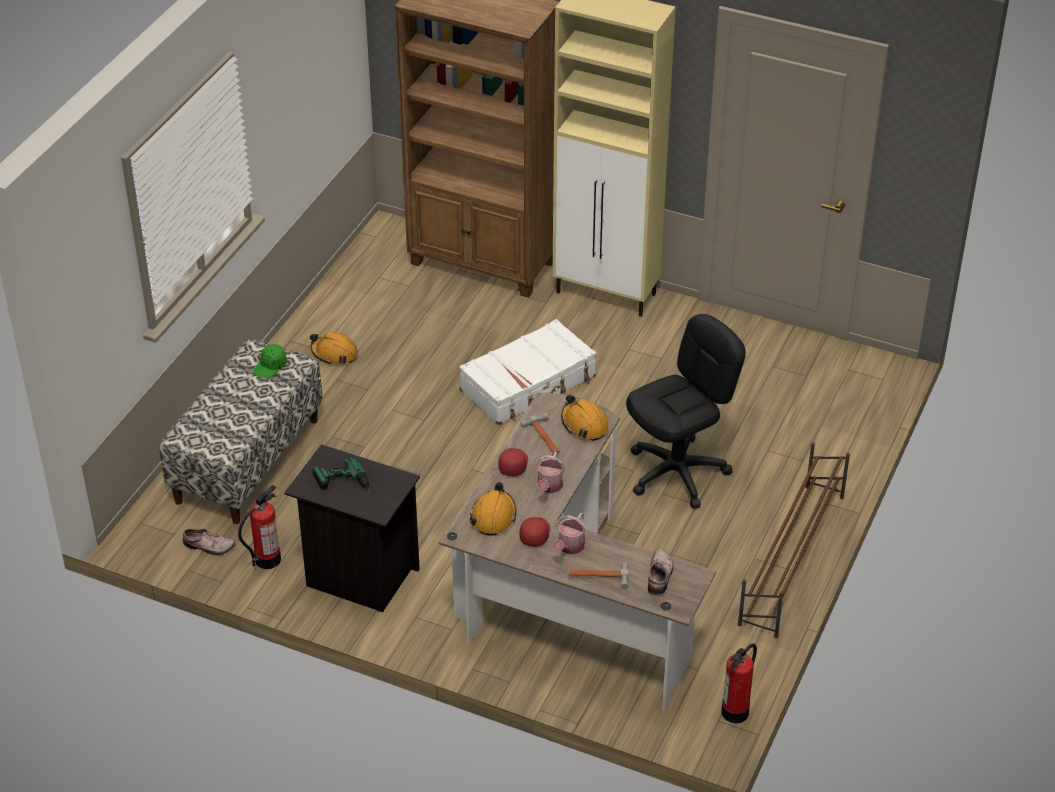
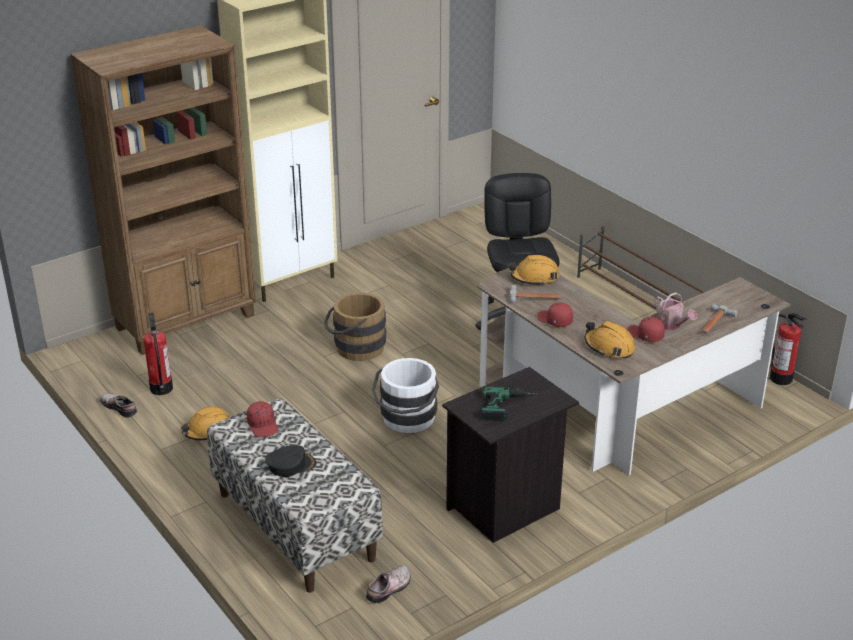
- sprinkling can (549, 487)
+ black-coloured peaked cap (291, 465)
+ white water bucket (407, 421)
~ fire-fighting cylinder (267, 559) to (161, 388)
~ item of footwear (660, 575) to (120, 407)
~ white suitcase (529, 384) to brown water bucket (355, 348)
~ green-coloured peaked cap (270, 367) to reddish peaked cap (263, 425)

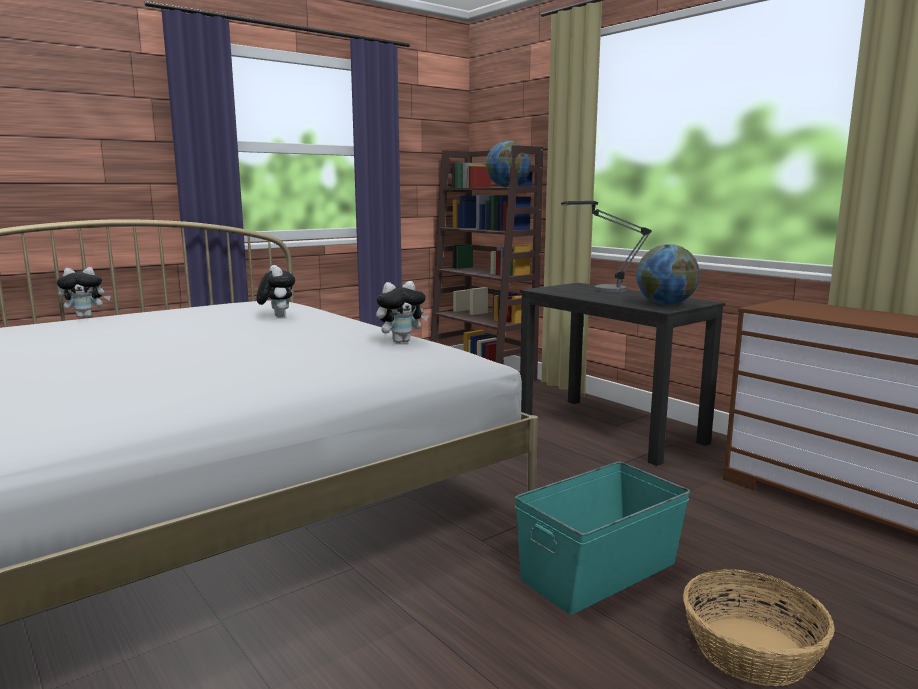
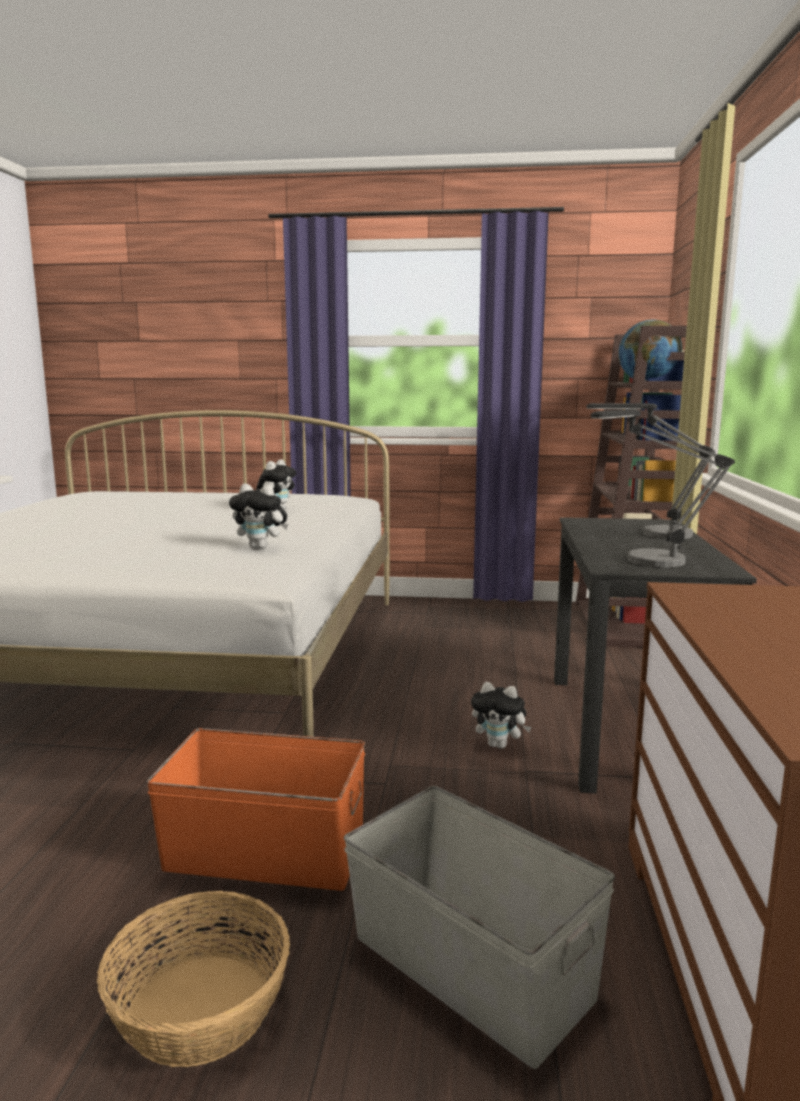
+ grey storage bin (471, 968)
~ plush toy (86, 317) to (499, 745)
~ world globe (665, 304) to table lamp (645, 563)
~ turquoise storage bin (600, 571) to orange storage bin (266, 854)

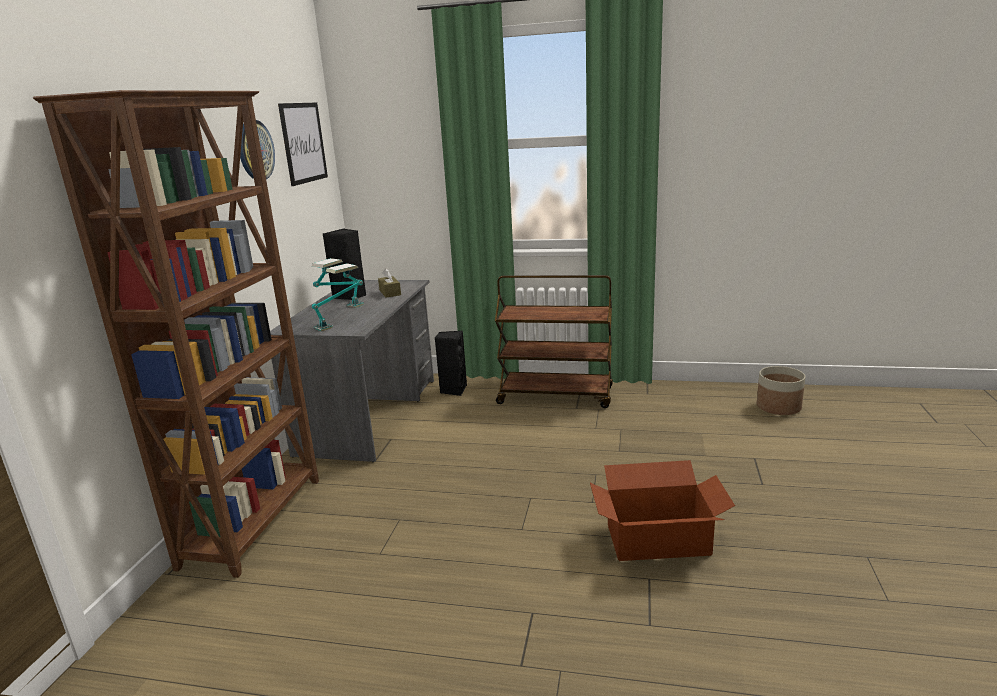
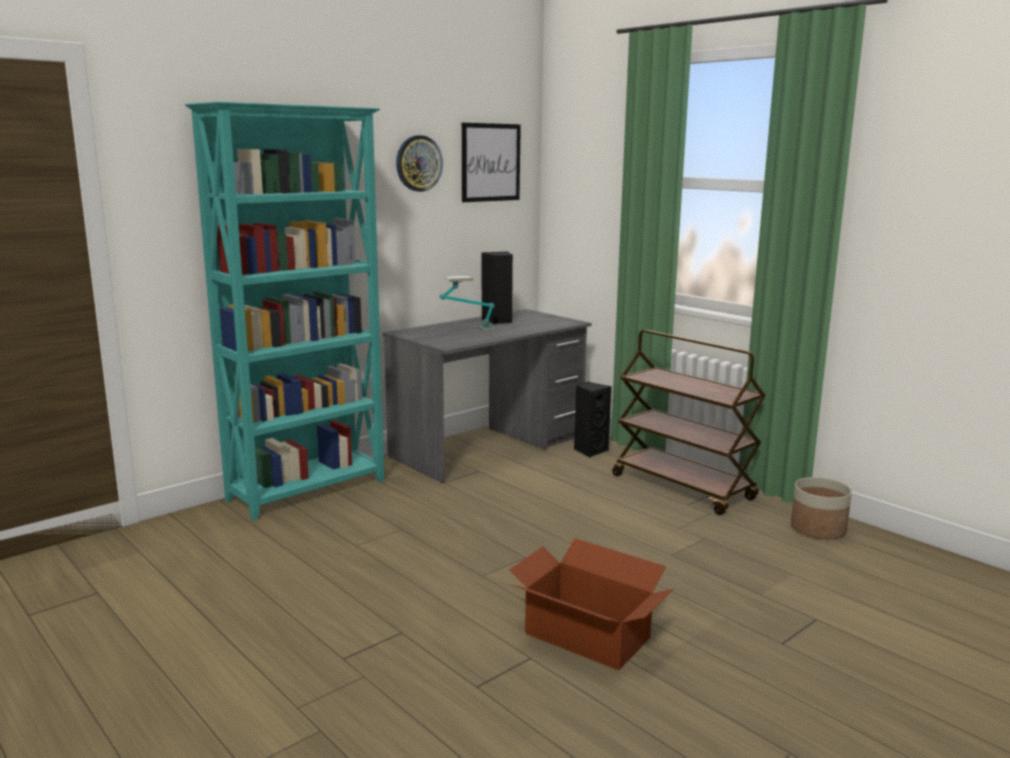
- table lamp (341, 323)
- brown tissue holder (390, 293)
~ flower pot (778, 407) to (818, 529)
~ brown bookcase (256, 521) to turquoise bookcase (309, 490)

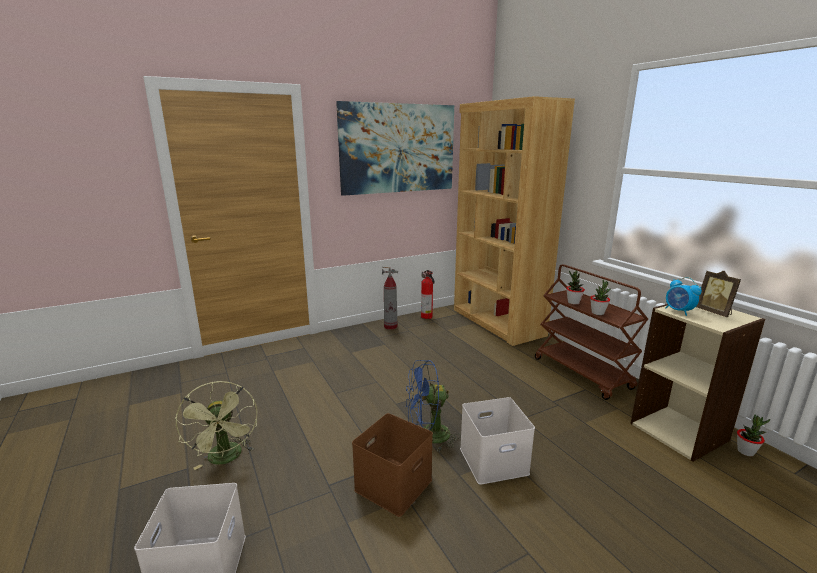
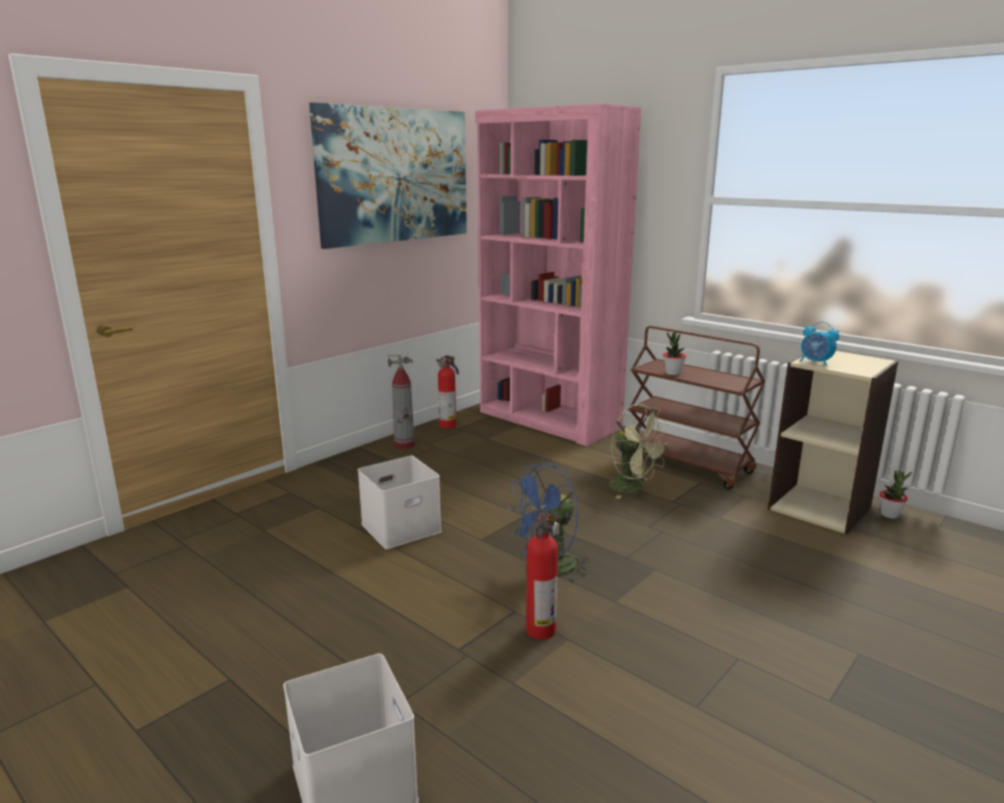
- potted plant (597, 313)
- picture frame (714, 312)
~ green-coloured electric fan (226, 458) to (633, 488)
~ white storage bin (494, 460) to (401, 527)
~ brown storage bin (393, 483) to fire-fighting cylinder (541, 628)
~ brown bookcase (497, 322) to pinkish bookcase (548, 420)

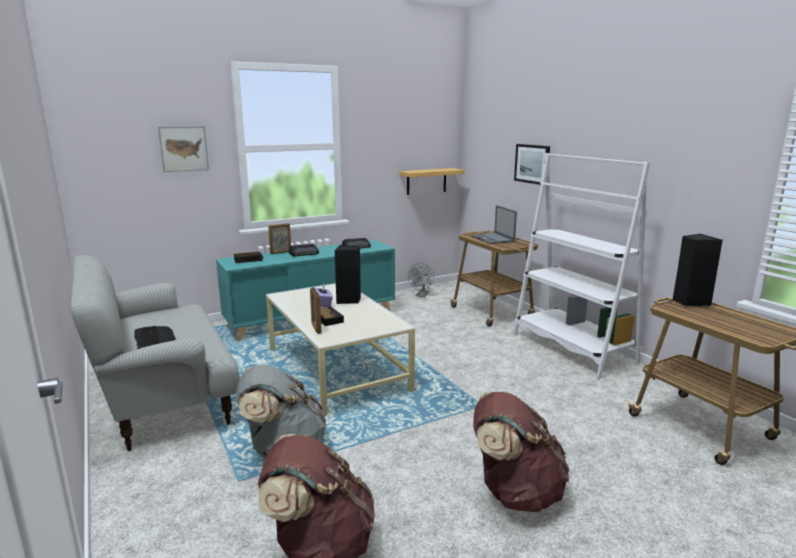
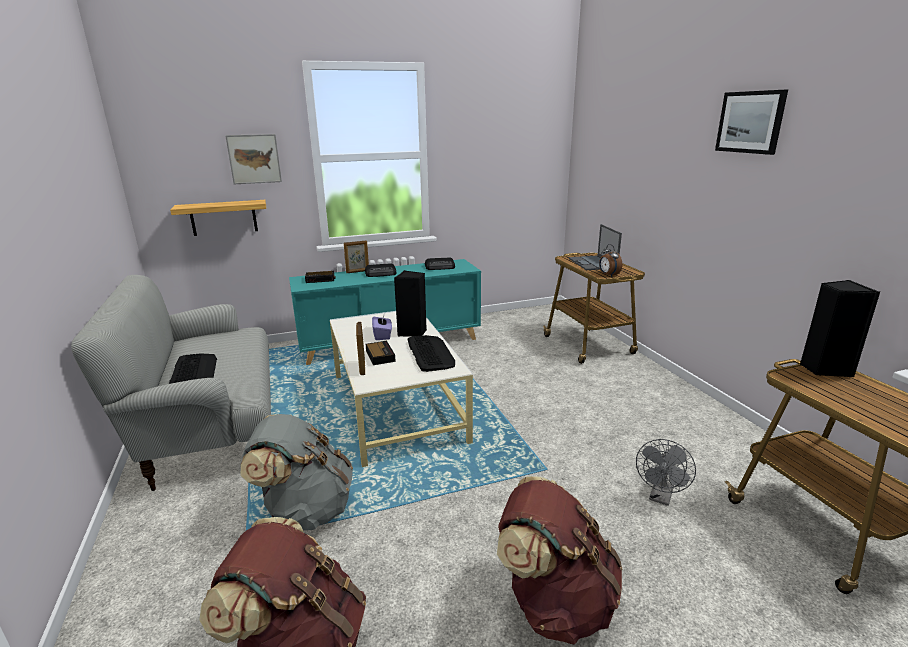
- white bookcase (572, 348)
+ keyboard (430, 353)
+ alarm clock (608, 275)
~ shelf (426, 181) to (223, 217)
~ grey electric fan (421, 295) to (660, 497)
~ picture (532, 164) to (750, 122)

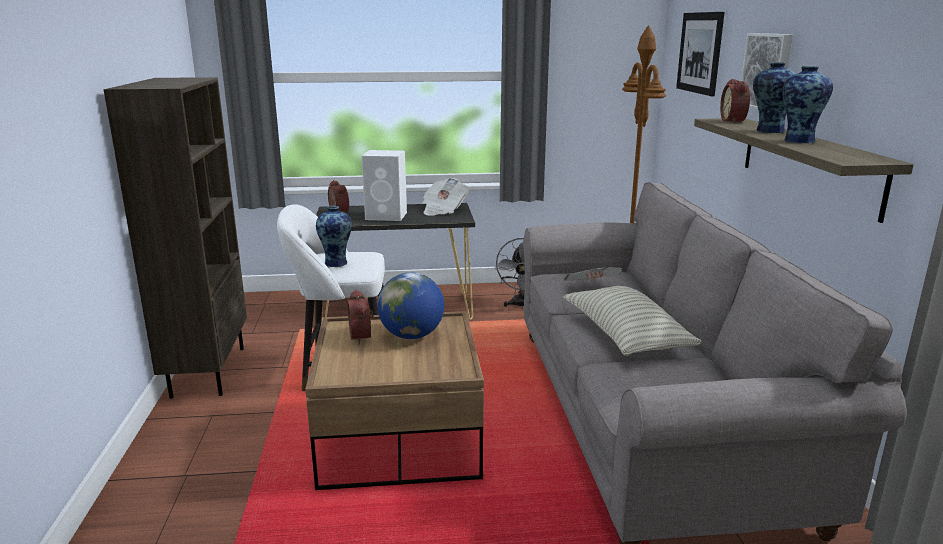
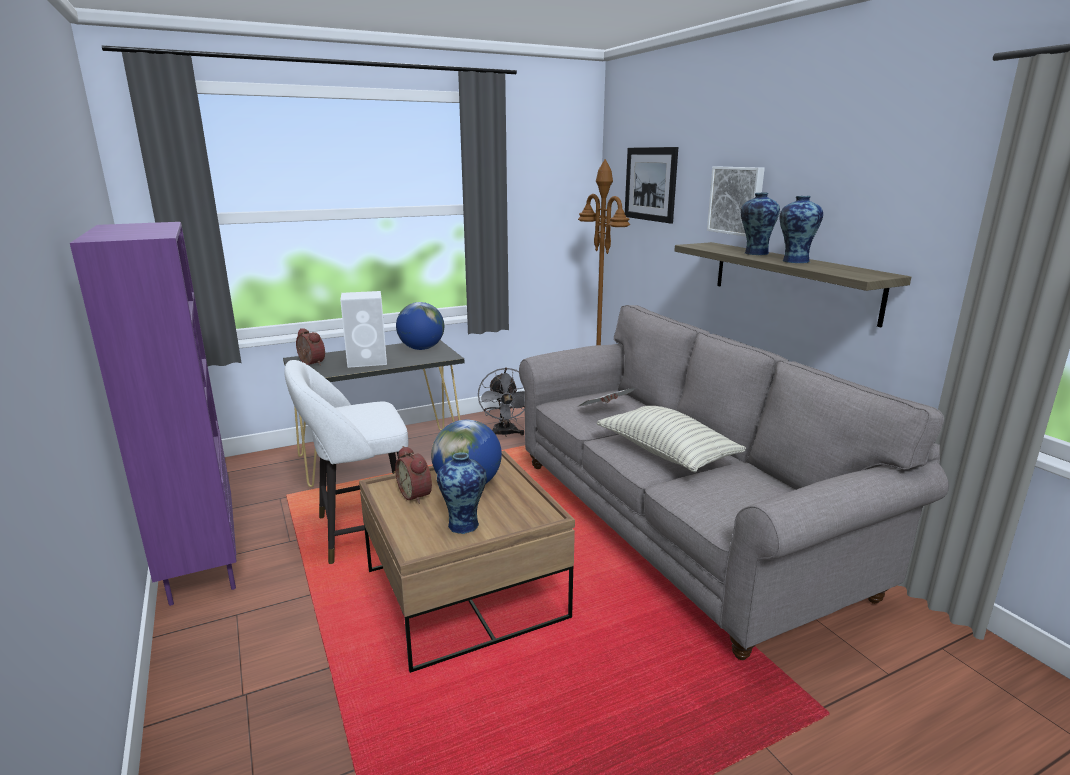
- alarm clock (734, 121)
~ decorative vase (337, 263) to (464, 524)
~ newspaper (443, 210) to world globe (421, 348)
~ brown bookcase (207, 371) to purple-coloured bookcase (200, 563)

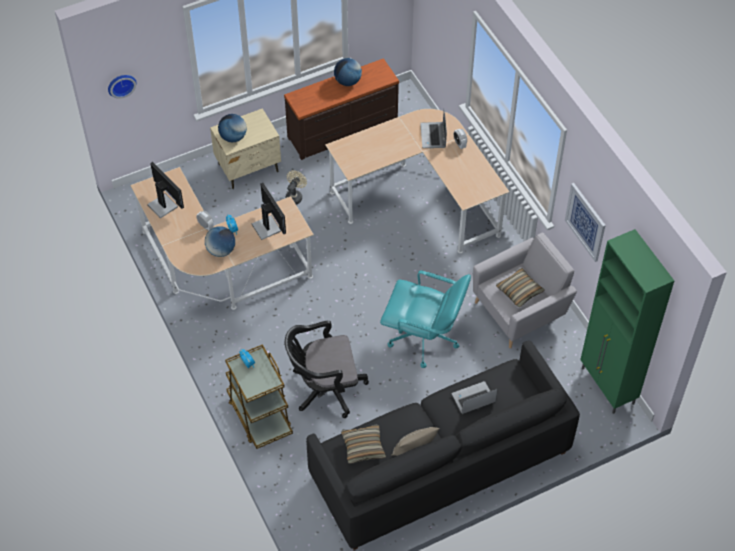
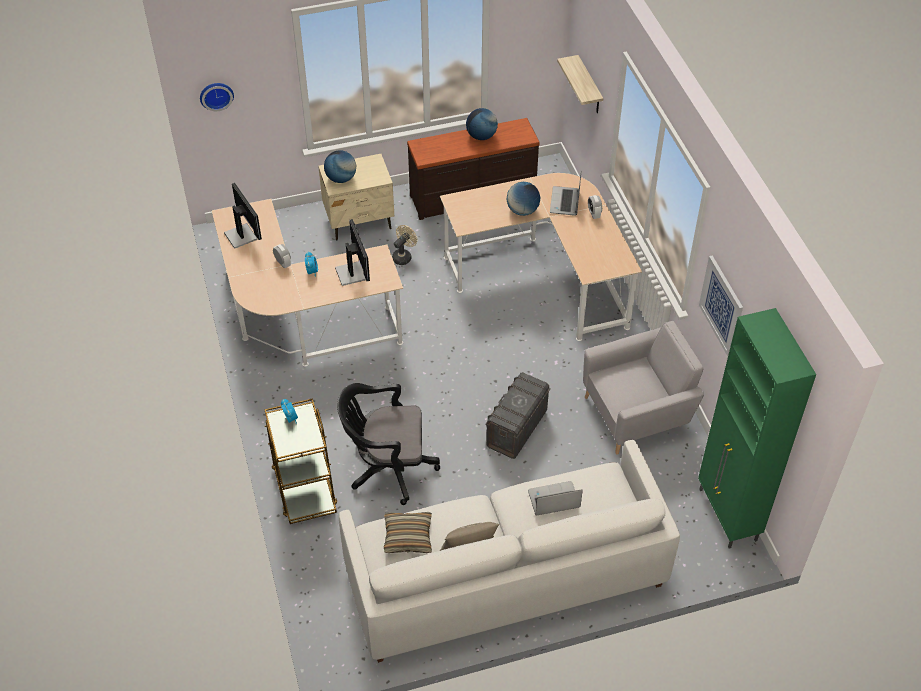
- pillow (519, 291)
+ shelf (589, 86)
~ world globe (221, 250) to (522, 211)
~ turquoise office chair (424, 338) to grey storage bin (516, 429)
~ black-coloured settee (439, 464) to white settee (504, 576)

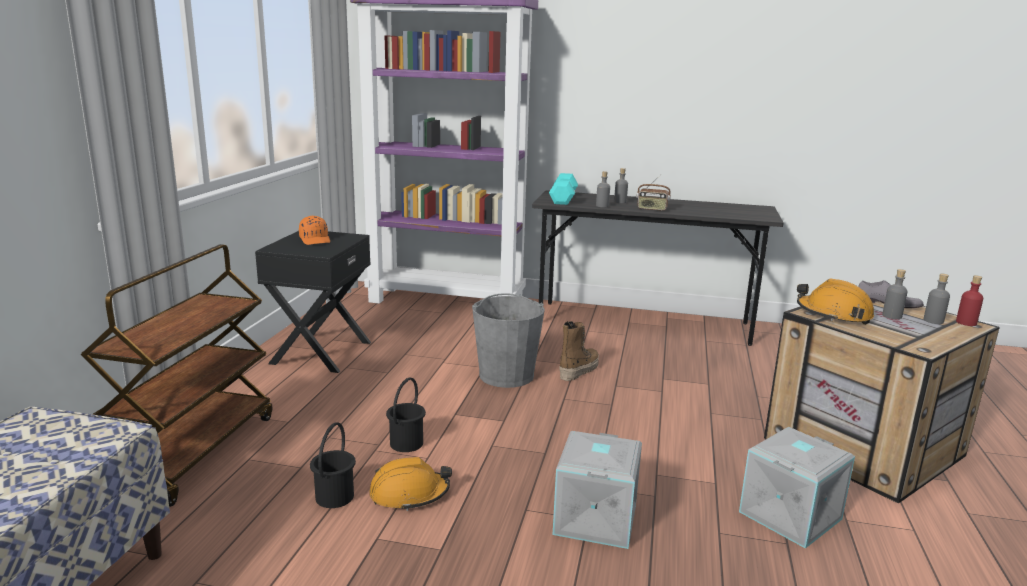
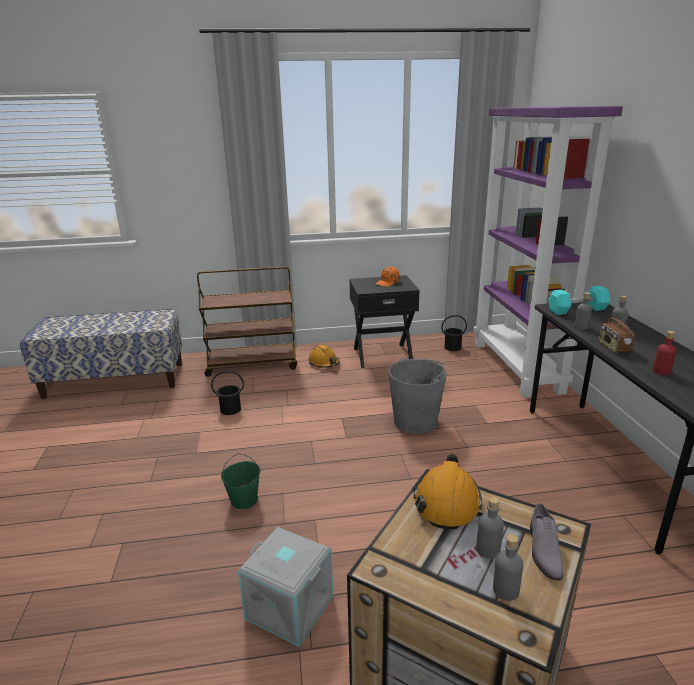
- high-top boot (578, 370)
~ orange work helmet (409, 494) to (324, 363)
~ black-coloured water bucket (405, 443) to (452, 347)
~ reddish beverage bottle (966, 322) to (661, 371)
~ grey storage bin (594, 518) to green-coloured water bucket (244, 500)

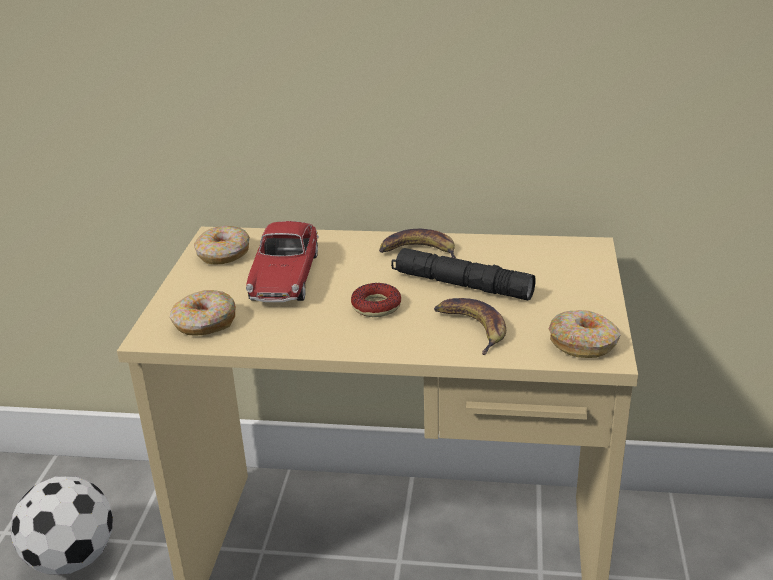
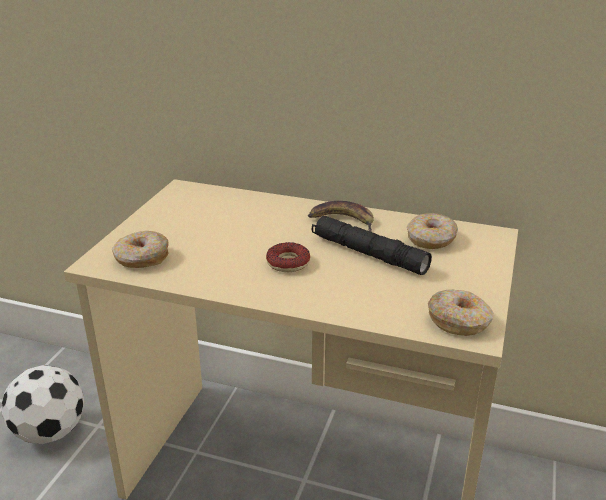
- model car (285, 277)
- banana (471, 328)
~ donut (223, 254) to (431, 239)

